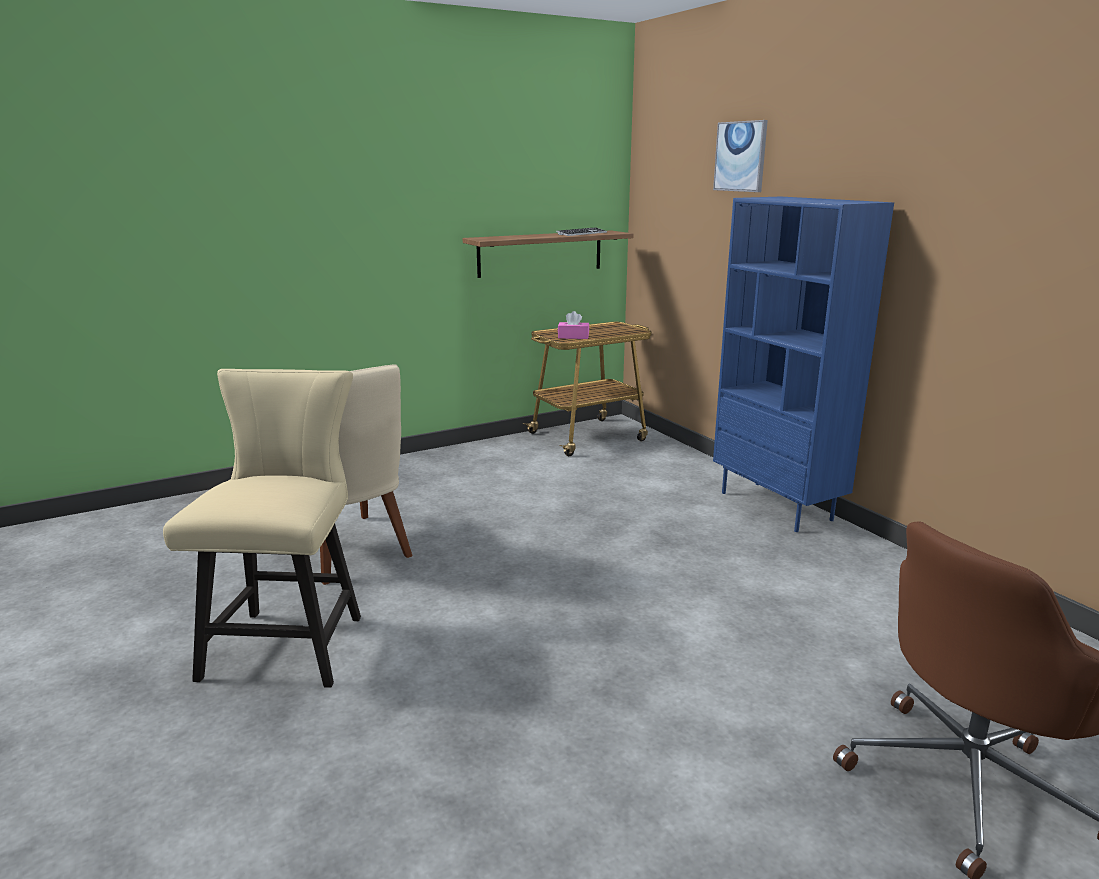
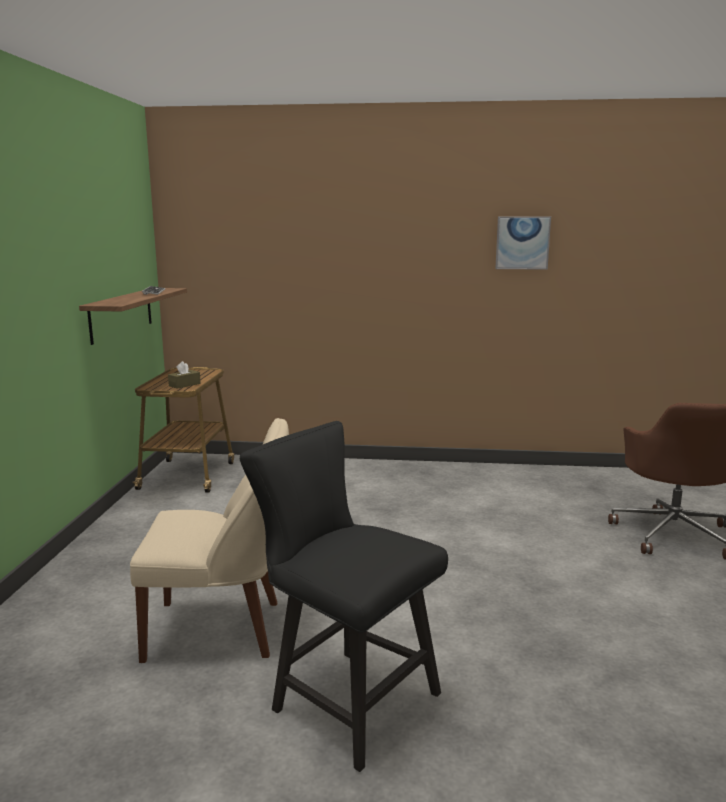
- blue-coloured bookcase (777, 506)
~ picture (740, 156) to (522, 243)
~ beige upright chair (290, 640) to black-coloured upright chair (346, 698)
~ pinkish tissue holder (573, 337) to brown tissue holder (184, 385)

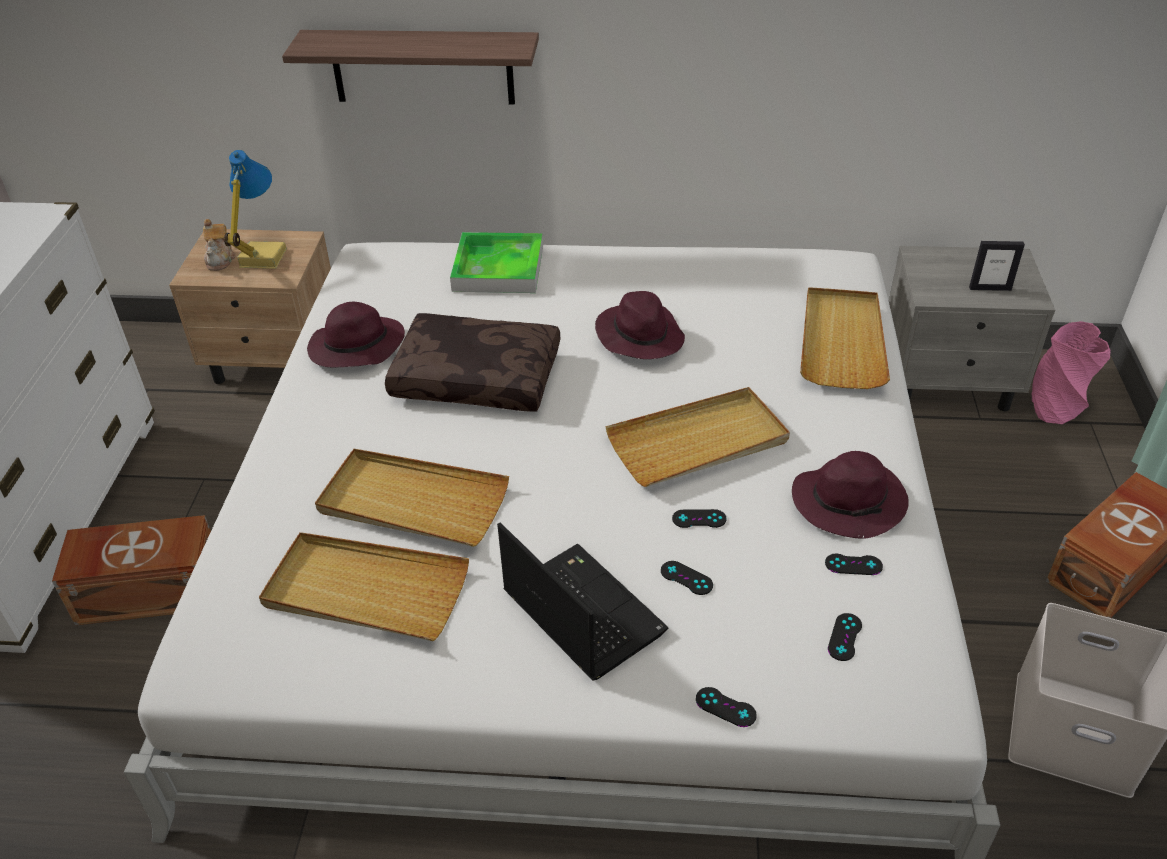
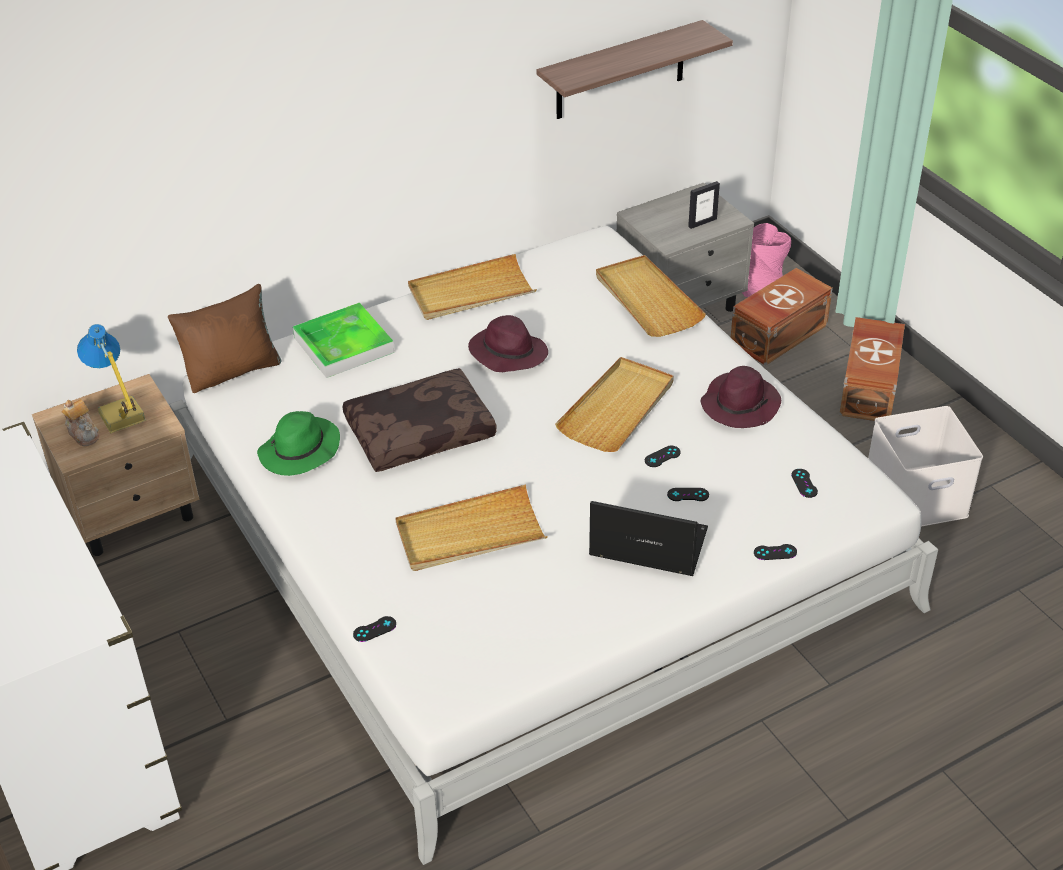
+ brown pillow (233, 371)
~ brown storage bin (148, 590) to (776, 334)
~ beige serving tray (365, 591) to (471, 292)
~ shelf (422, 67) to (620, 71)
~ black-coloured game controller (853, 564) to (374, 629)
~ purple-coloured wearable hat (356, 348) to green-coloured wearable hat (300, 452)

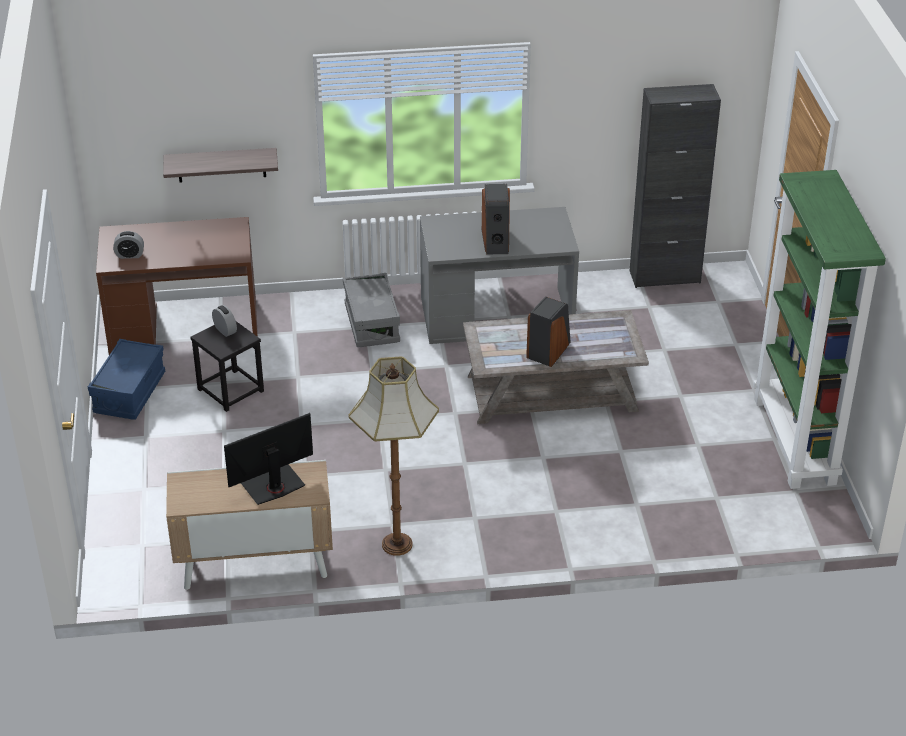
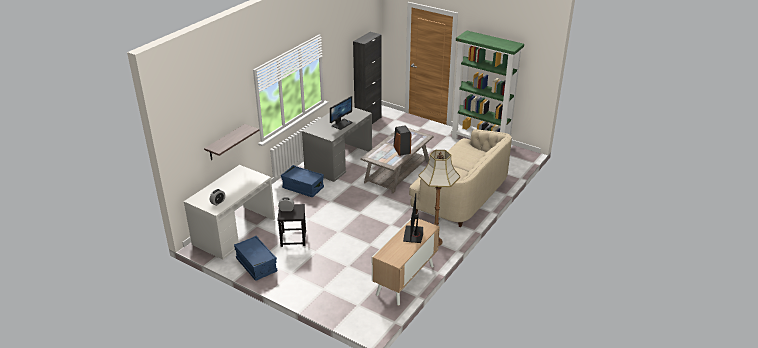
+ beige settee (461, 195)
~ speaker (496, 241) to monitor (341, 124)
~ brown desk table (184, 326) to white desk table (234, 231)
~ grey storage bin (372, 323) to blue-coloured storage bin (303, 188)

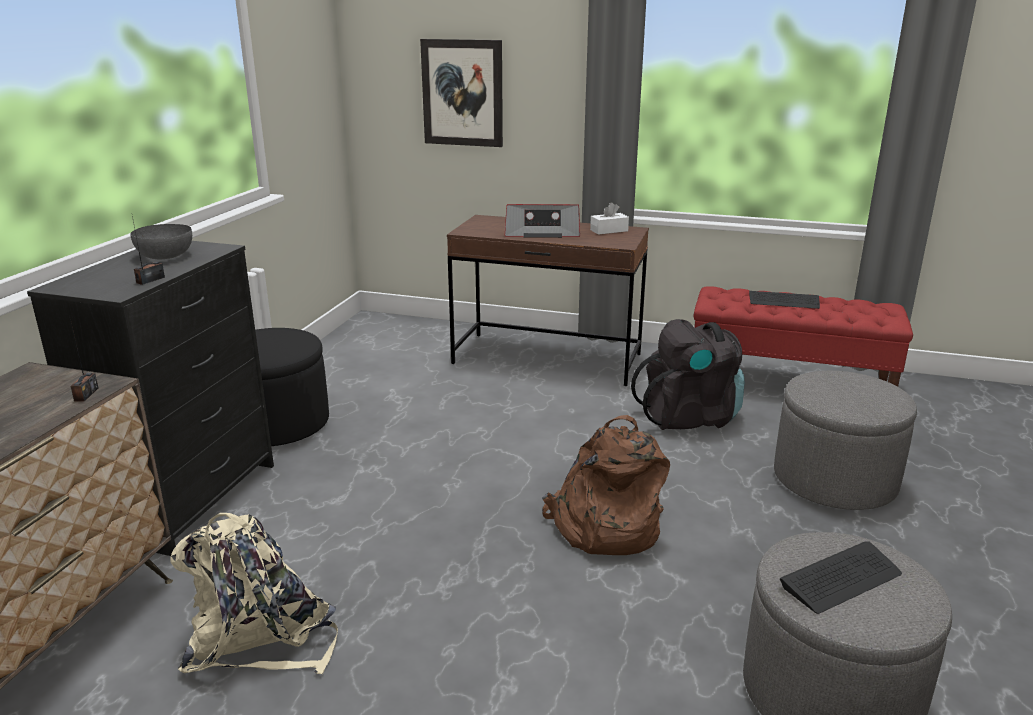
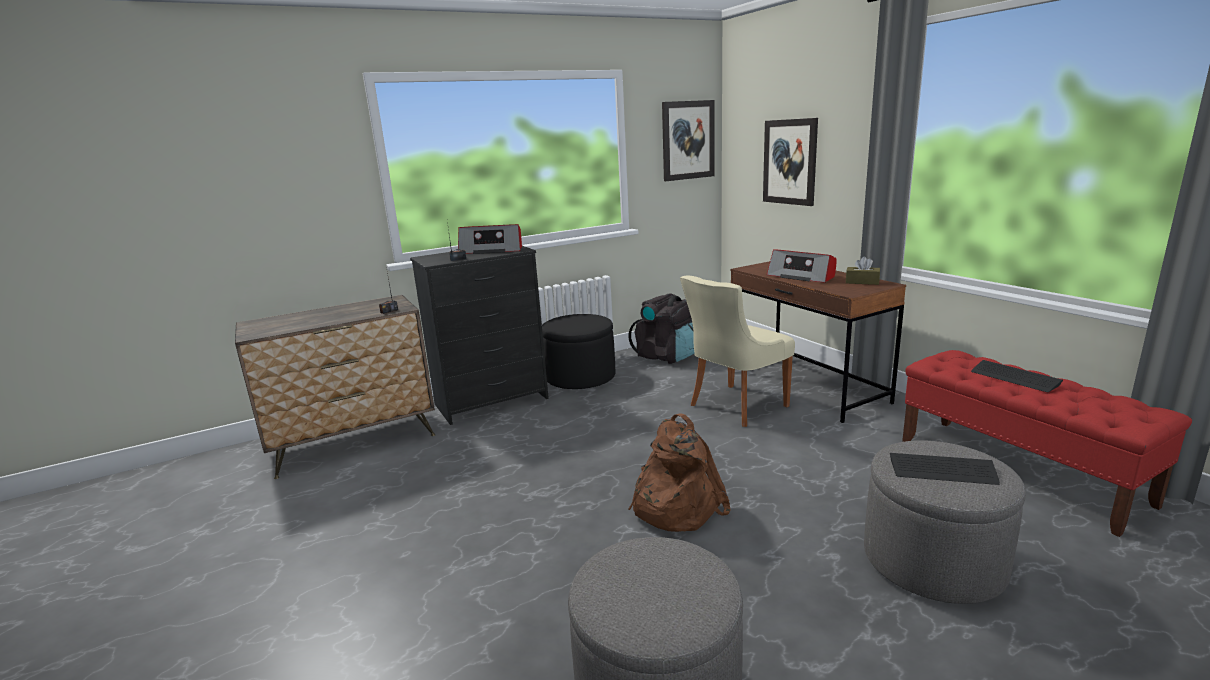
- beige backpack (260, 637)
+ picture (688, 140)
+ beige upright chair (735, 406)
~ black-coloured backpack (689, 417) to (666, 356)
~ keyboard (841, 579) to (942, 470)
~ grey bowl (166, 255) to radio receiver (492, 250)
~ white tissue holder (609, 230) to brown tissue holder (862, 282)

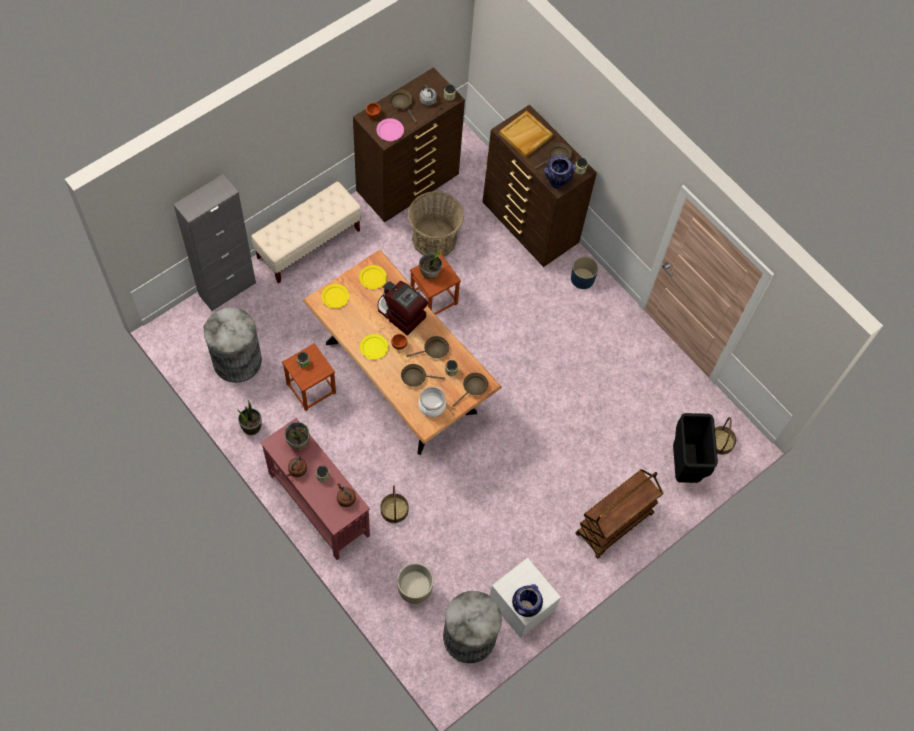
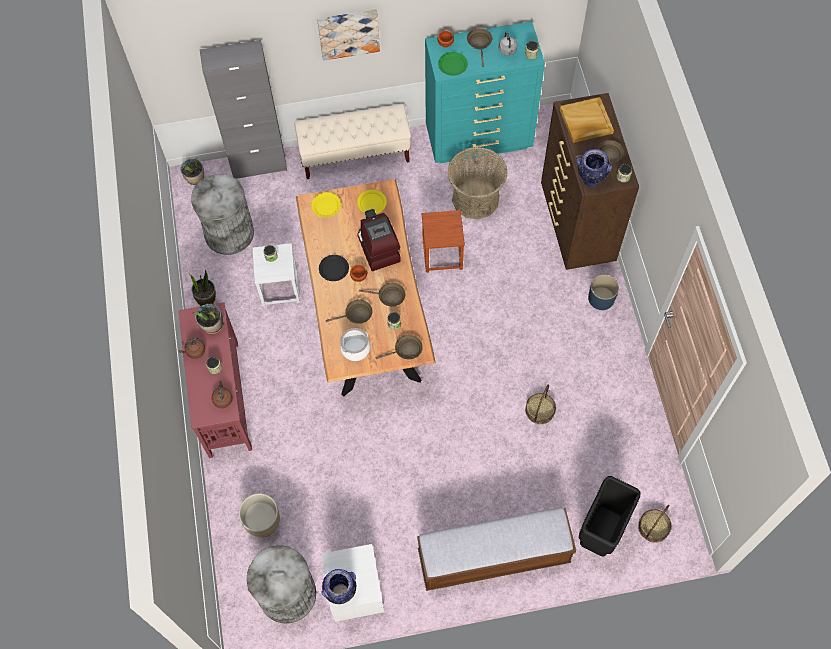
+ picture (348, 33)
~ household basket (394, 510) to (540, 410)
~ potted plant (430, 273) to (195, 179)
~ brown trolley (614, 525) to indoor bench (493, 557)
~ brown stool seat (310, 388) to white stool seat (279, 288)
~ brown chest of drawers (408, 186) to turquoise chest of drawers (479, 139)
~ yellow-coloured dinner plate (373, 347) to black-coloured dinner plate (333, 268)
~ pinkish dinner plate (390, 130) to green-coloured dinner plate (453, 65)
~ brown skillet (416, 377) = (356, 314) 135 degrees clockwise

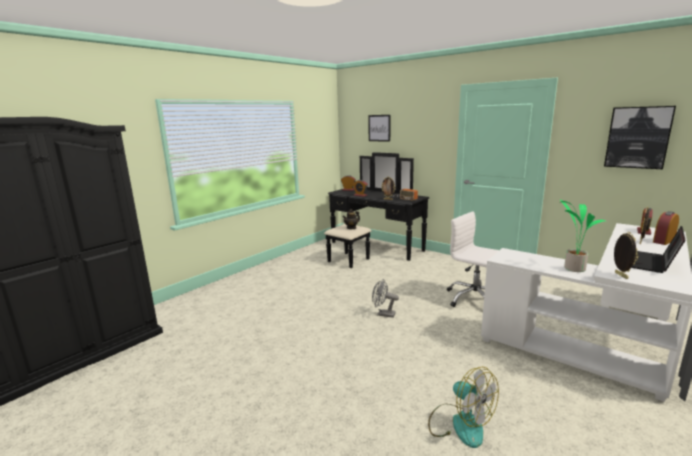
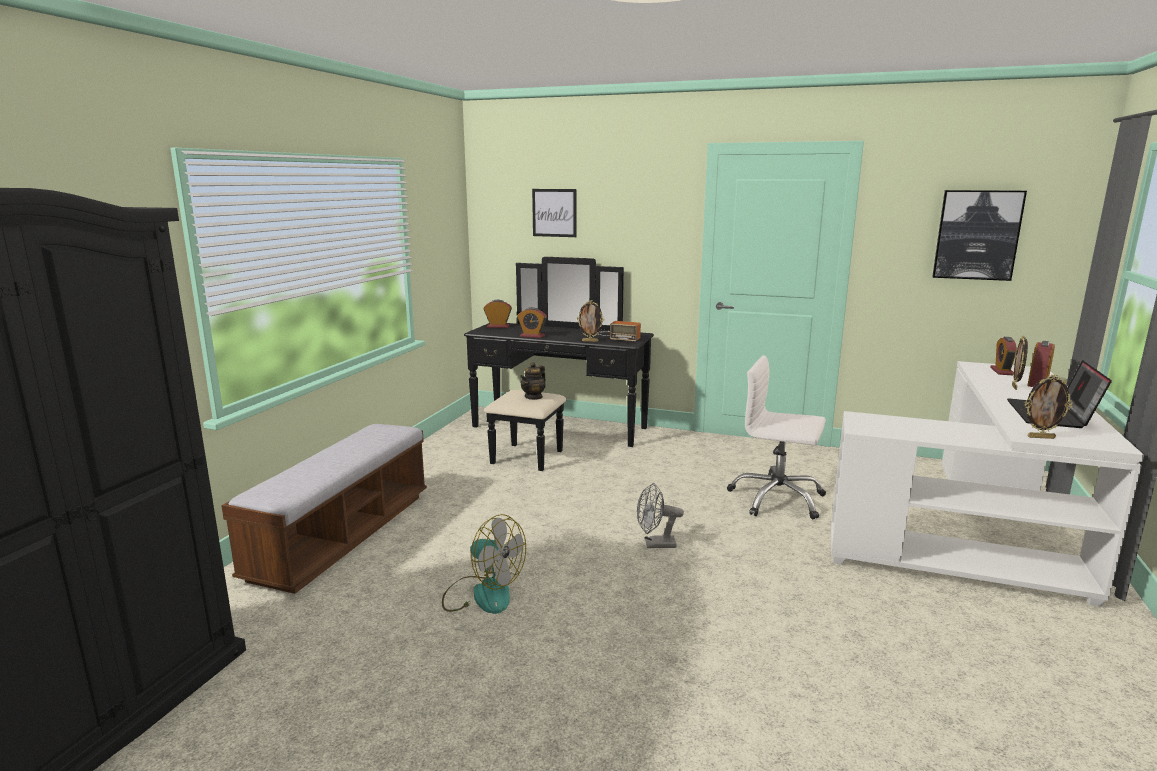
- potted plant (573, 268)
+ indoor bench (343, 535)
~ electric fan (460, 423) to (482, 593)
~ picture frame (620, 275) = (1040, 437) 120 degrees clockwise

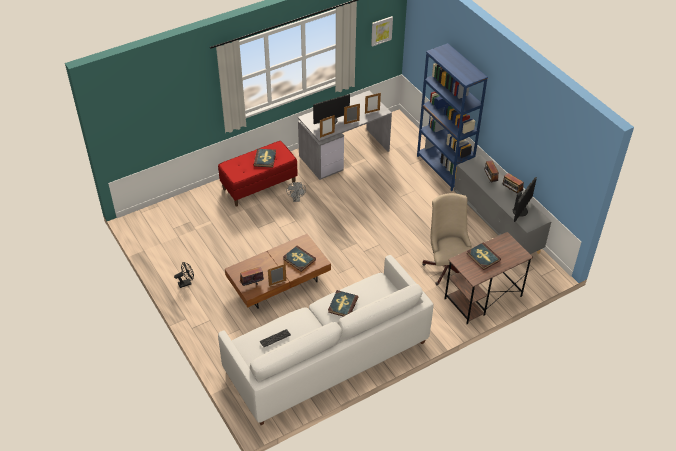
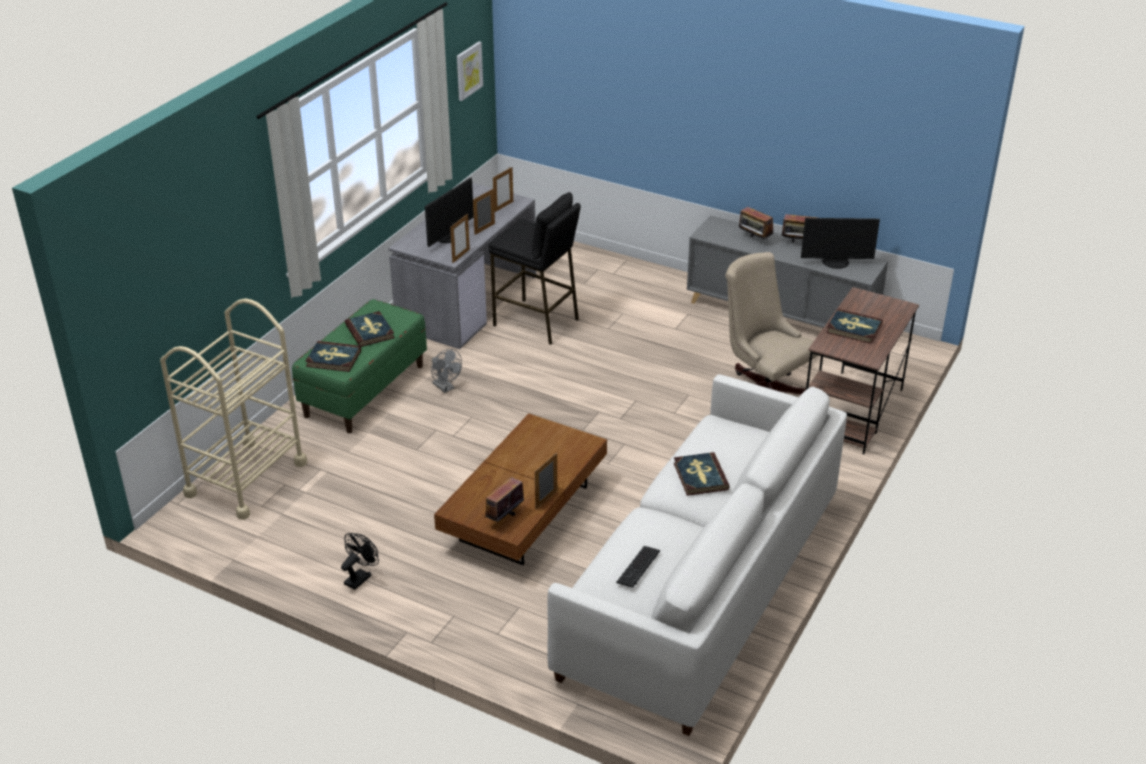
- blue-coloured bookcase (443, 169)
+ beige trolley (246, 478)
+ black-coloured stool seat (536, 322)
~ book (299, 259) to (333, 358)
~ reddish indoor bench (259, 185) to green-coloured indoor bench (364, 390)
~ monitor (520, 211) = (836, 262) 90 degrees clockwise

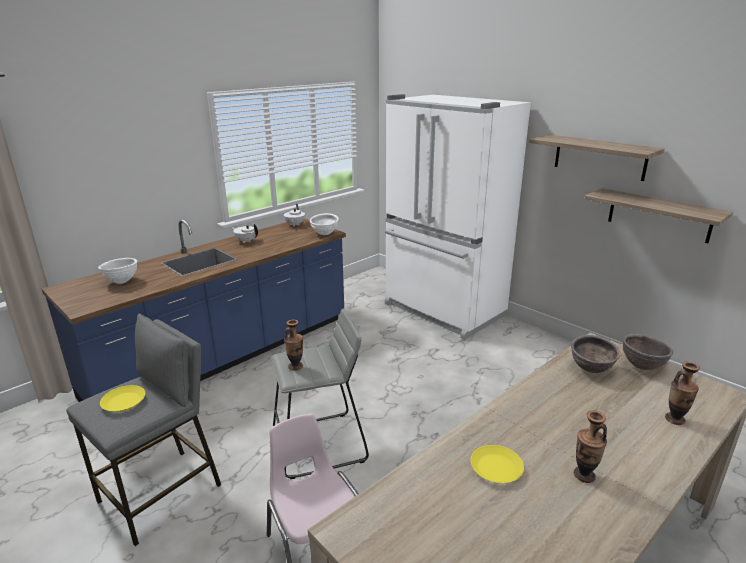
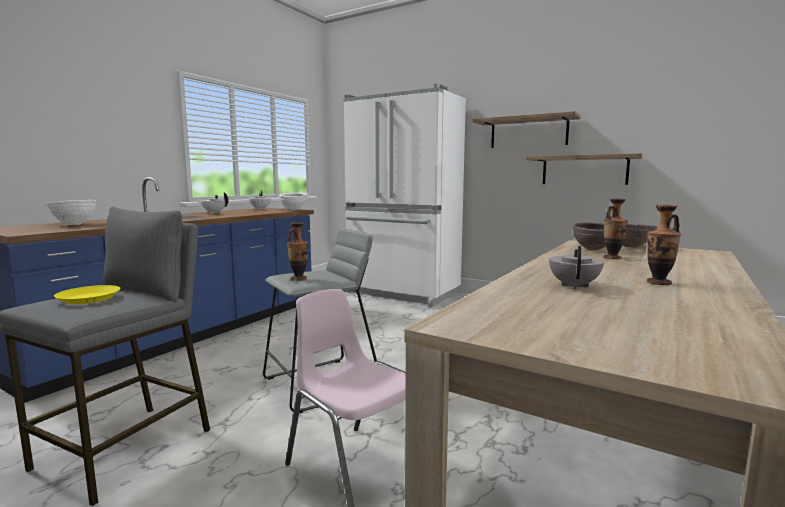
~ decorative vase (675, 419) to (612, 258)
~ yellow-coloured dinner plate (496, 468) to grey teapot (574, 286)

